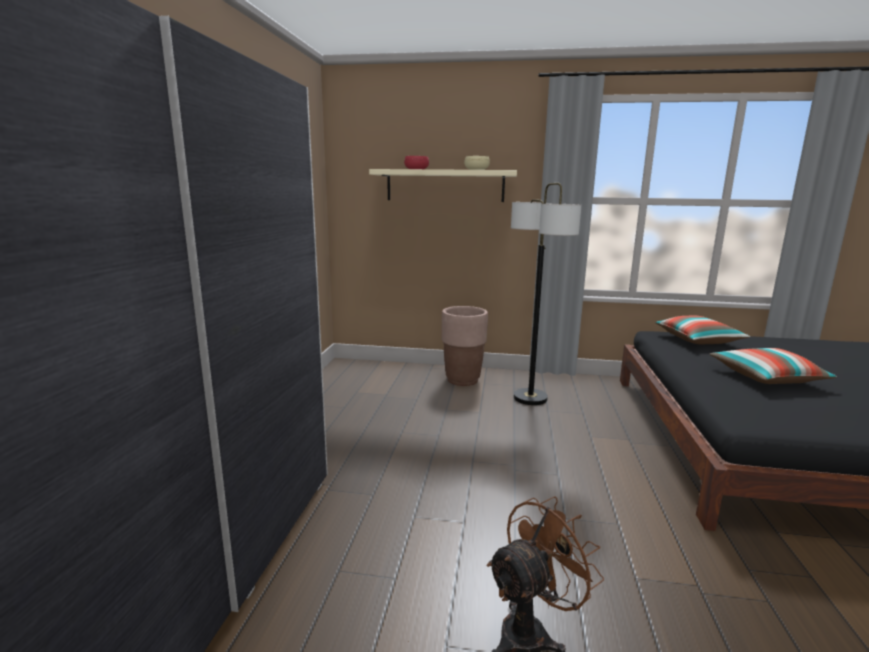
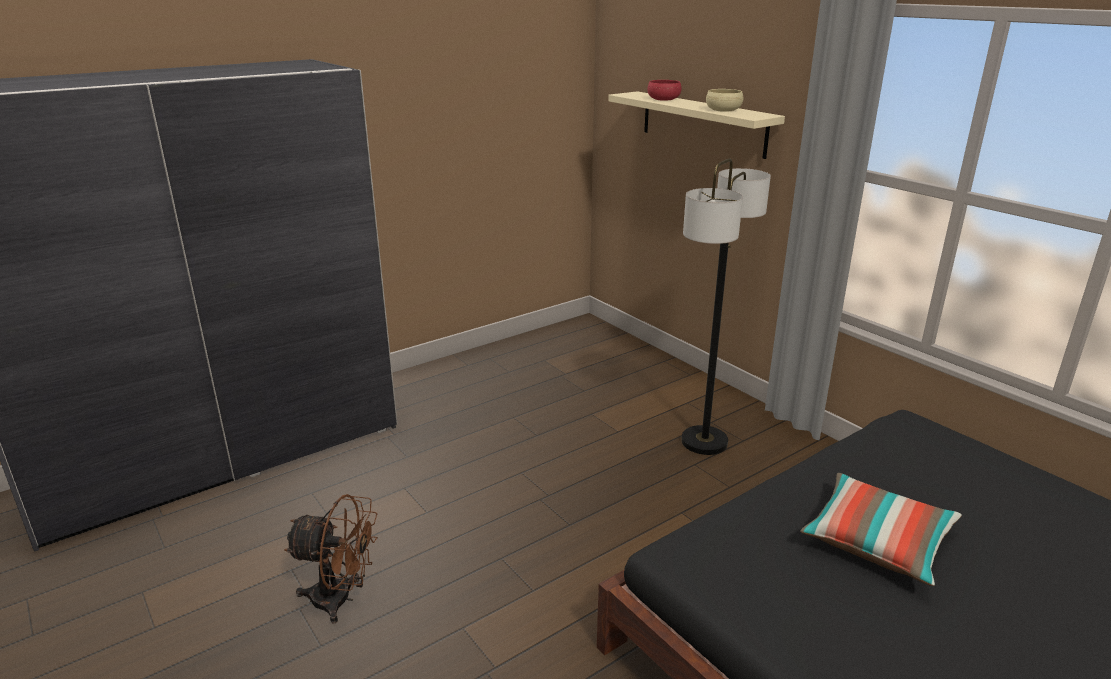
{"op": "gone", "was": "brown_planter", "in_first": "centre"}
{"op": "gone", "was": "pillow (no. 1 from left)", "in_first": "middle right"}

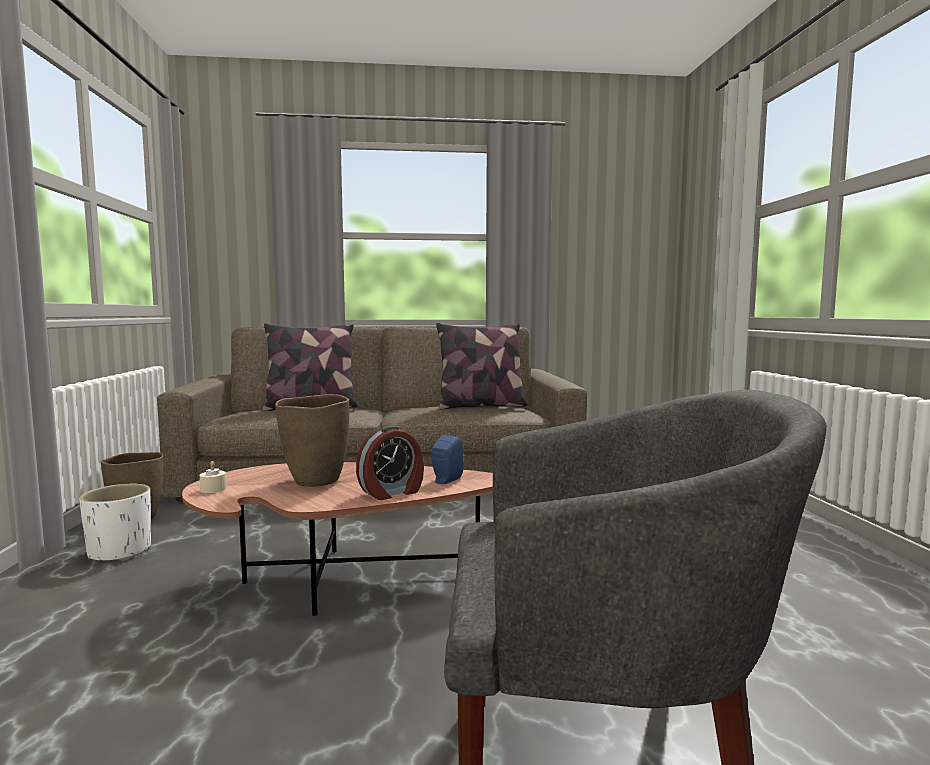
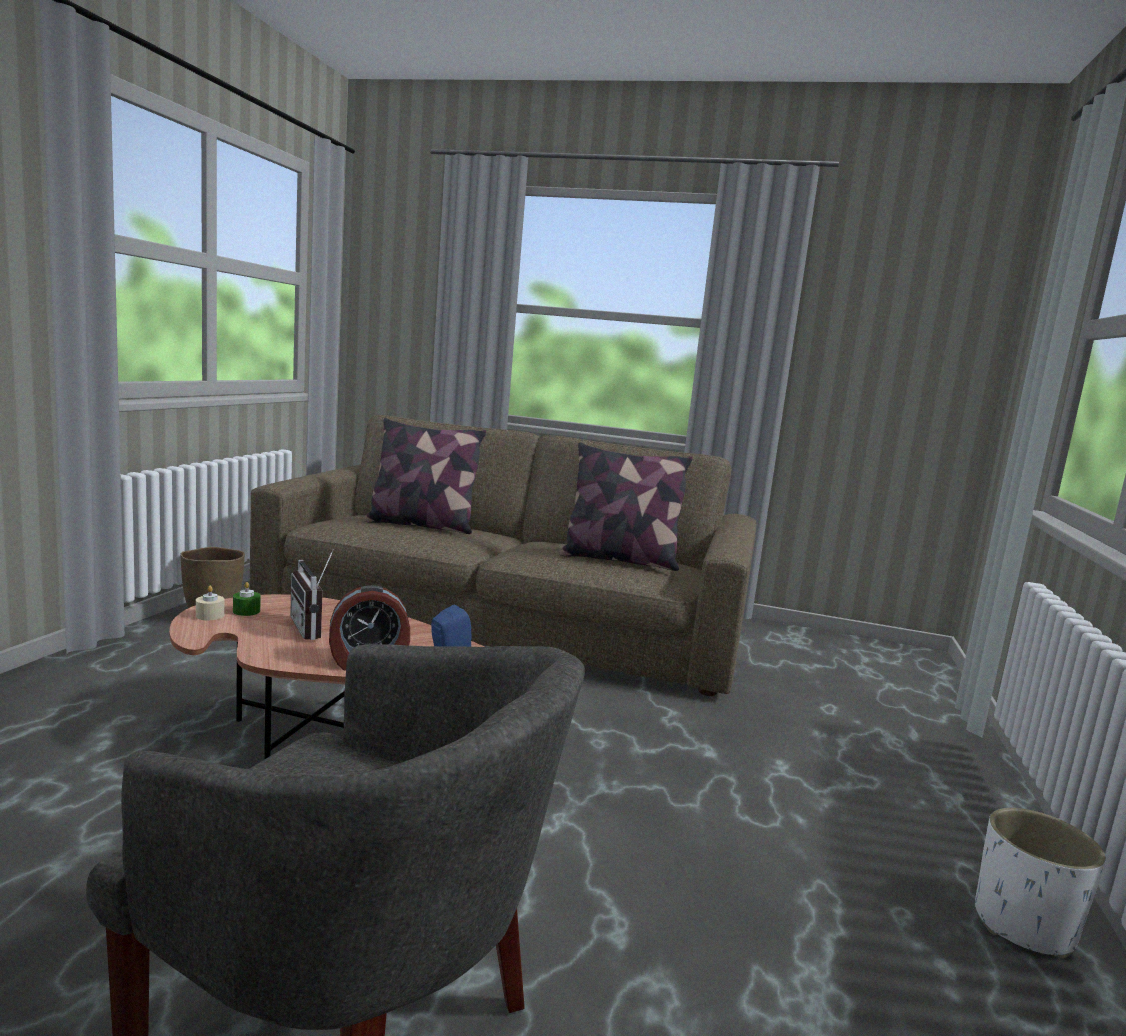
{"op": "shifted", "was": "white_planter", "in_first": "bottom left", "in_second": "bottom right"}
{"op": "swapped", "was": "brown_vase (no. 2 from left)", "now": "radio", "in_first": "centre", "in_second": "middle left"}
{"op": "new", "now": "green_candle", "in_second": "middle left"}

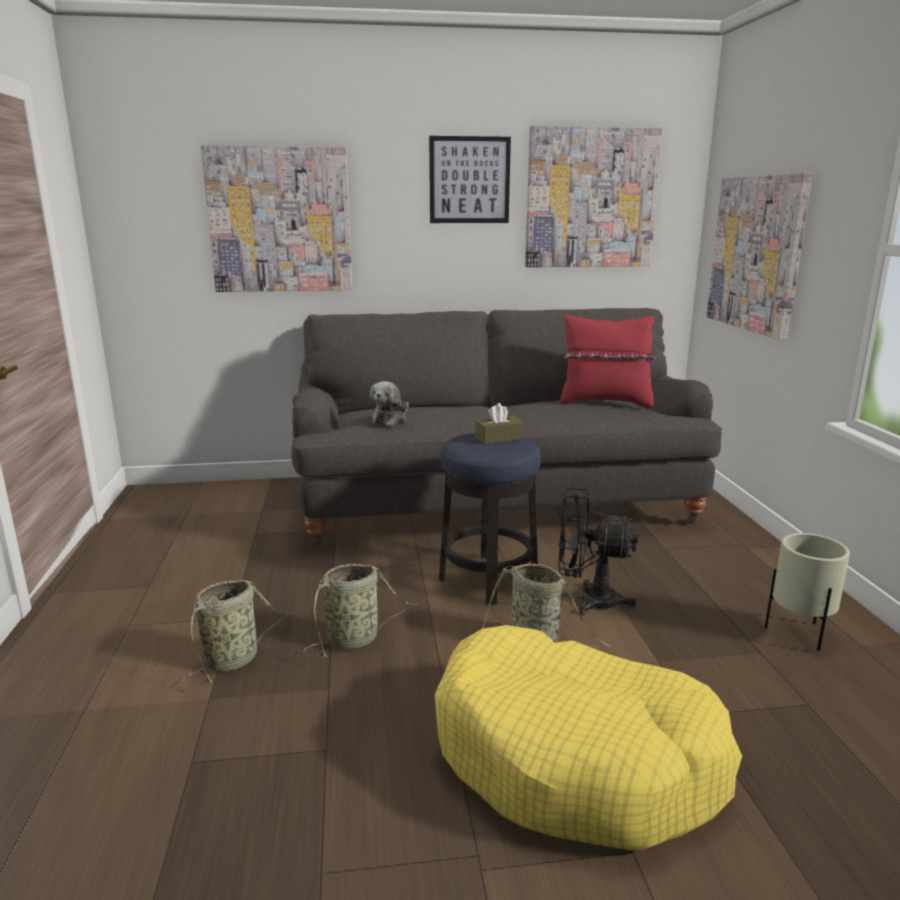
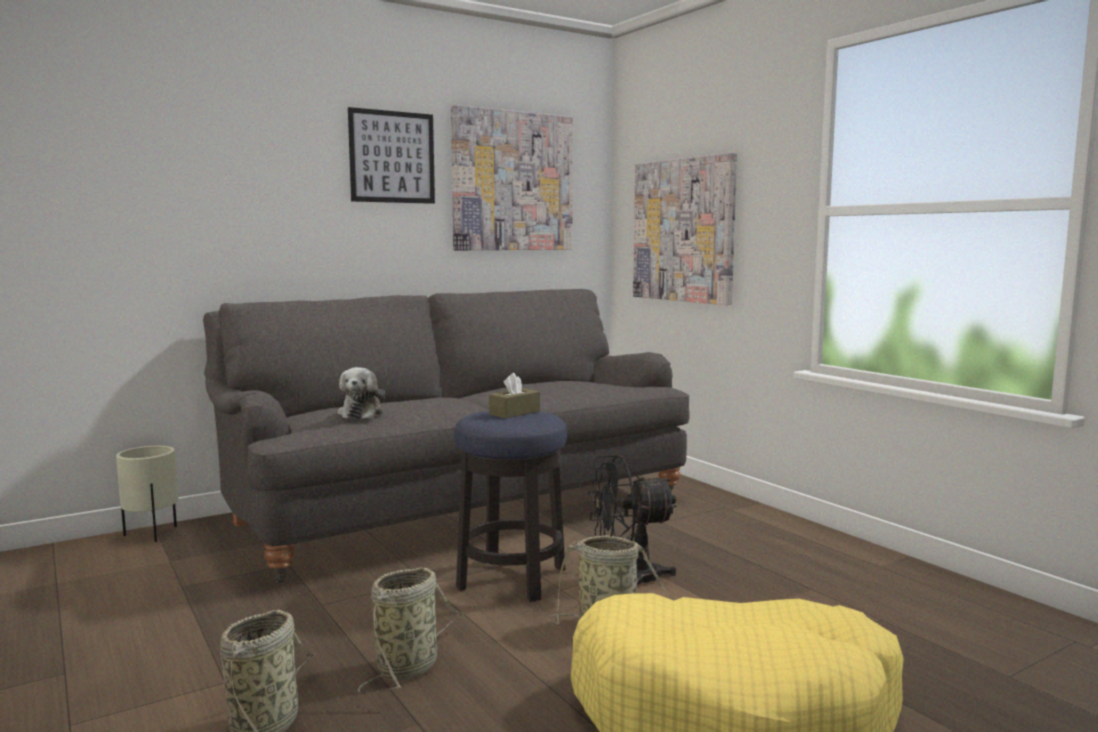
{"op": "gone", "was": "picture (no. 1 from left)", "in_first": "top left"}
{"op": "gone", "was": "red_pillow", "in_first": "middle right"}
{"op": "shifted", "was": "beige_planter", "in_first": "middle right", "in_second": "bottom left"}

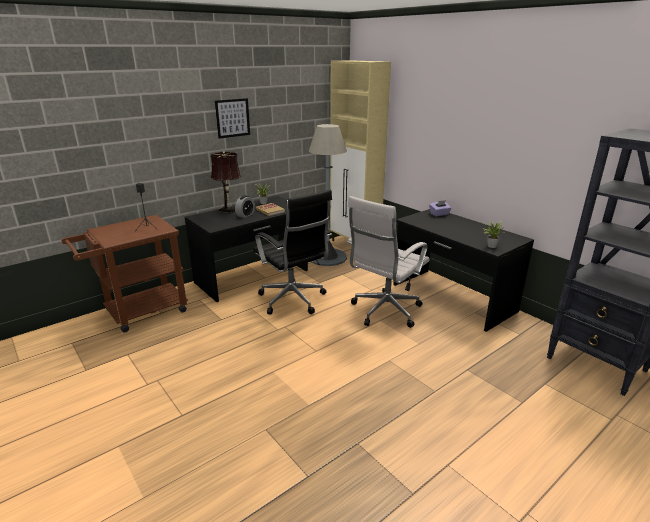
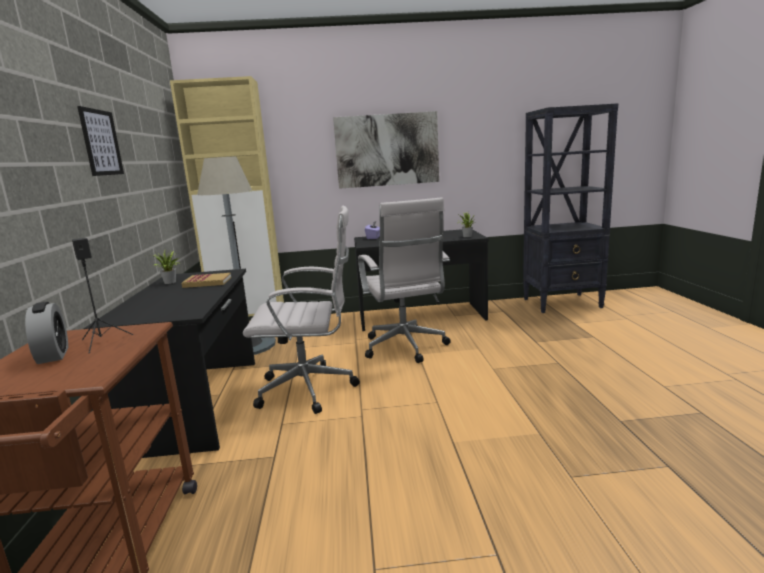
{"op": "gone", "was": "brown_table_lamp", "in_first": "centre"}
{"op": "shifted", "was": "alarm_clock", "in_first": "centre", "in_second": "middle left"}
{"op": "repainted", "was": "black_office_chair", "now": "white_office_chair (no. 1 from left)", "in_first": "centre", "in_second": "centre"}
{"op": "new", "now": "picture (no. 2 from left)", "in_second": "top centre"}

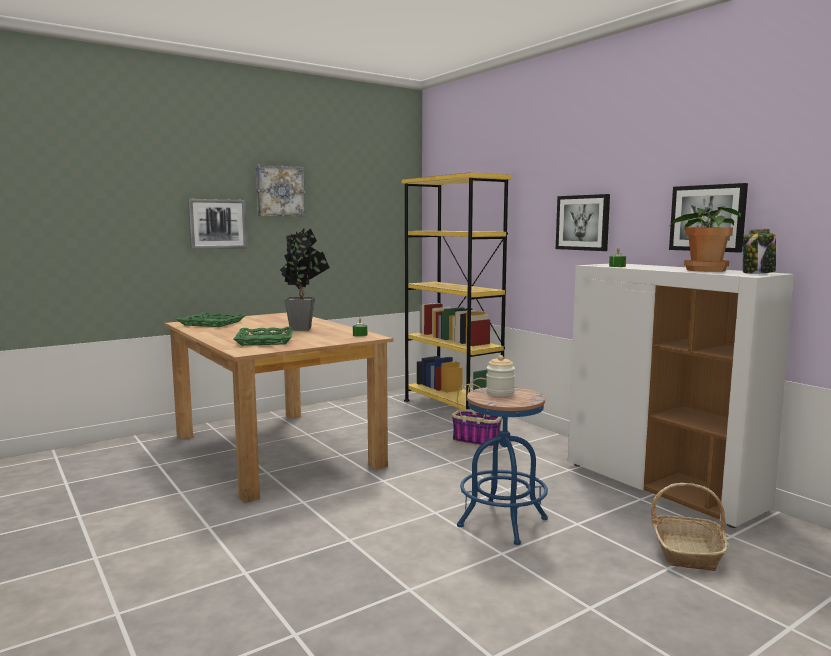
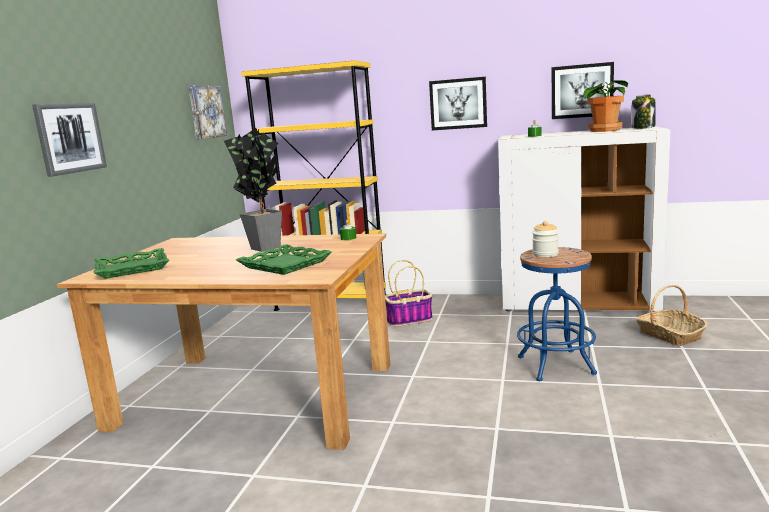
{"op": "shifted", "was": "picture (no. 2 from left)", "in_first": "top centre", "in_second": "top left"}

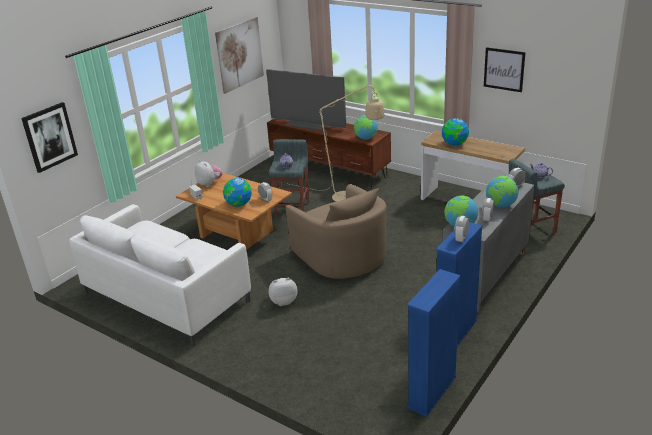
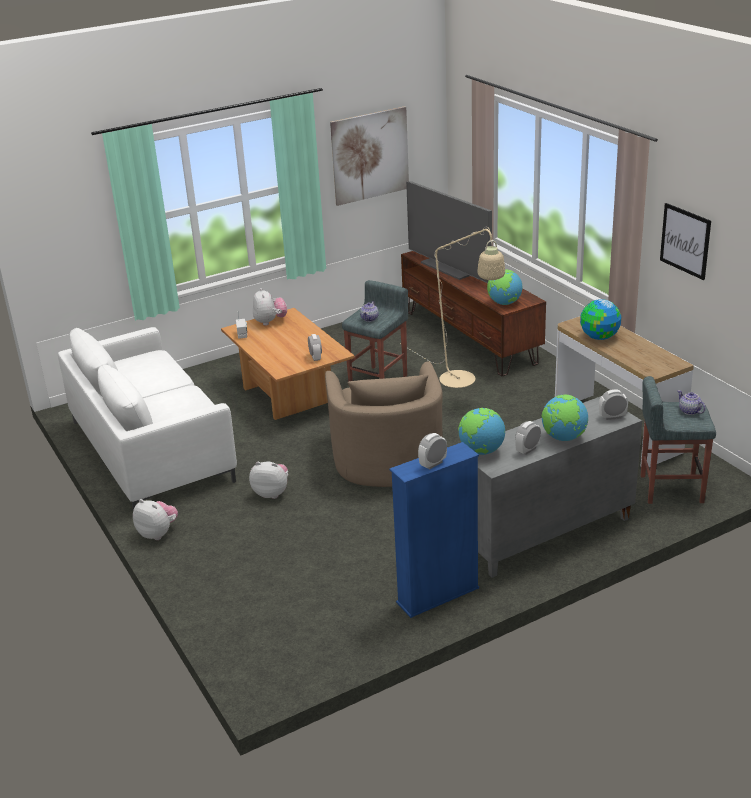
{"op": "gone", "was": "picture (no. 1 from left)", "in_first": "top left"}
{"op": "gone", "was": "globe (no. 1 from left)", "in_first": "centre"}
{"op": "gone", "was": "blue_bookcase (no. 1 from left)", "in_first": "bottom centre"}
{"op": "new", "now": "plush_toy (no. 1 from left)", "in_second": "middle left"}

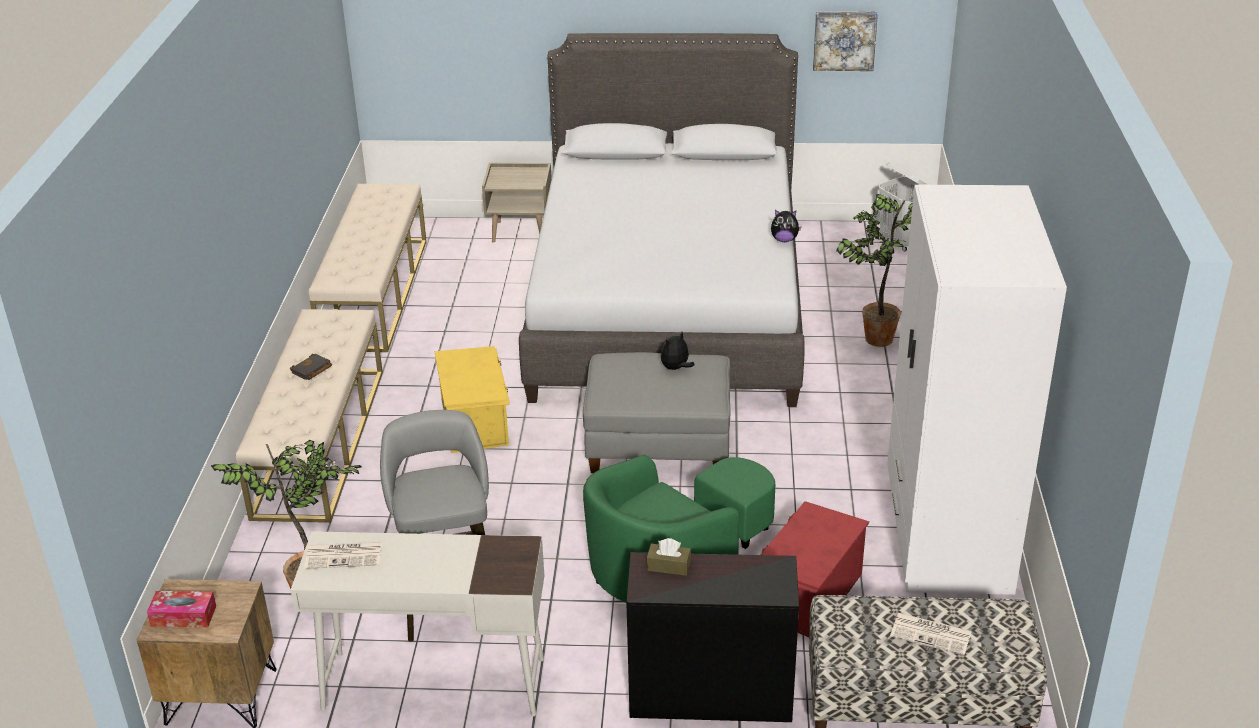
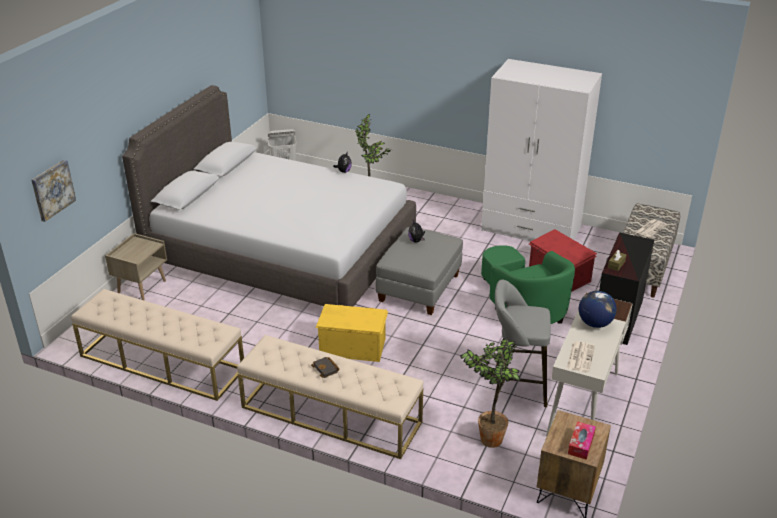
{"op": "shifted", "was": "picture", "in_first": "top right", "in_second": "middle left"}
{"op": "new", "now": "globe", "in_second": "middle right"}

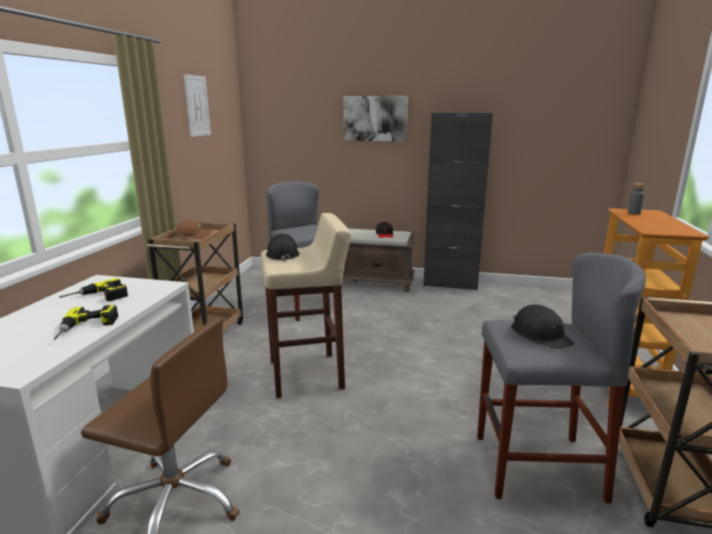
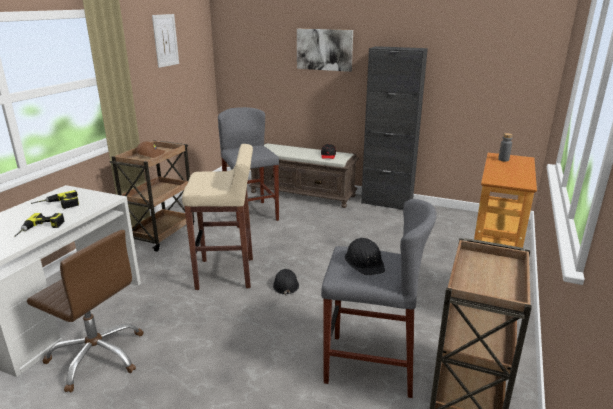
{"op": "shifted", "was": "black_hard_hat (no. 1 from left)", "in_first": "centre", "in_second": "bottom centre"}

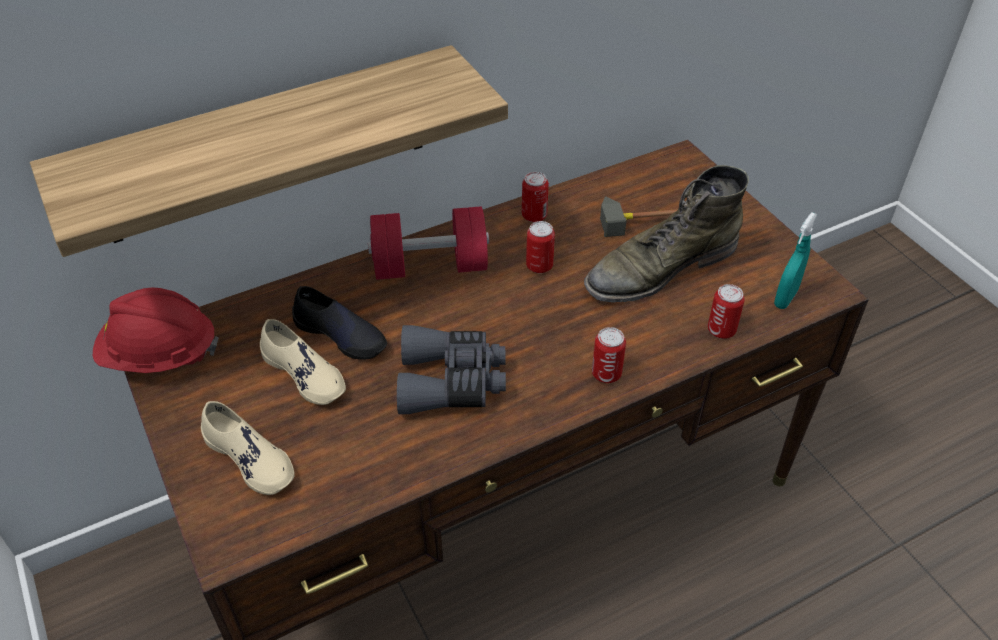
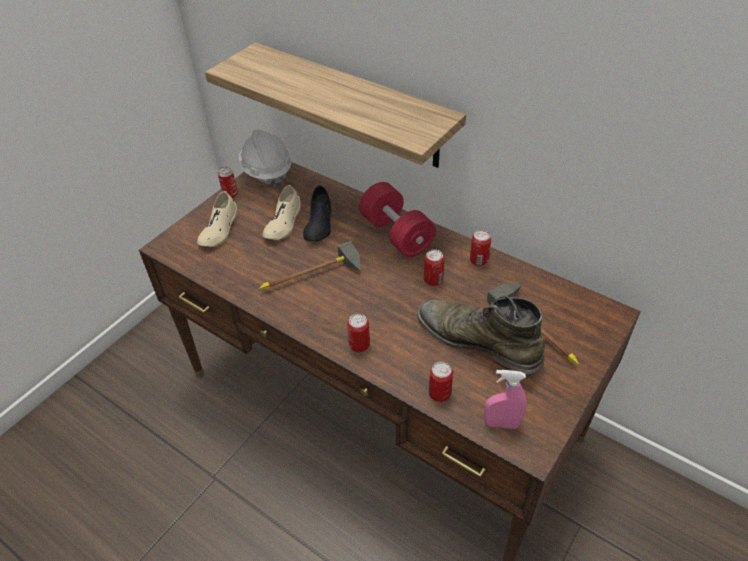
{"op": "repainted", "was": "red_hard_hat", "now": "white_hard_hat", "in_first": "middle left", "in_second": "top centre"}
{"op": "swapped", "was": "grey_binoculars", "now": "hammer (no. 1 from left)", "in_first": "centre", "in_second": "centre"}
{"op": "repainted", "was": "turquoise_spray_bottle", "now": "pink_spray_bottle", "in_first": "middle right", "in_second": "bottom right"}
{"op": "new", "now": "can (no. 1 from left)", "in_second": "top left"}

